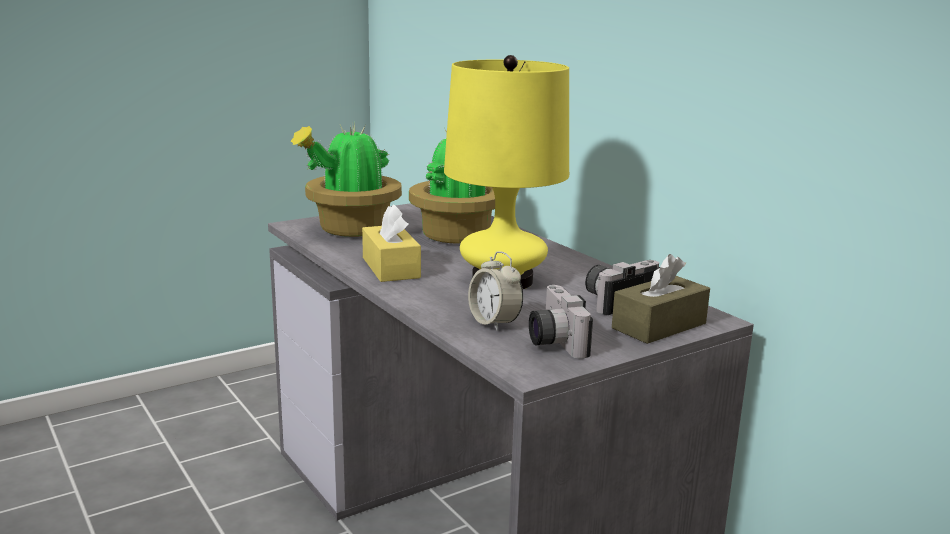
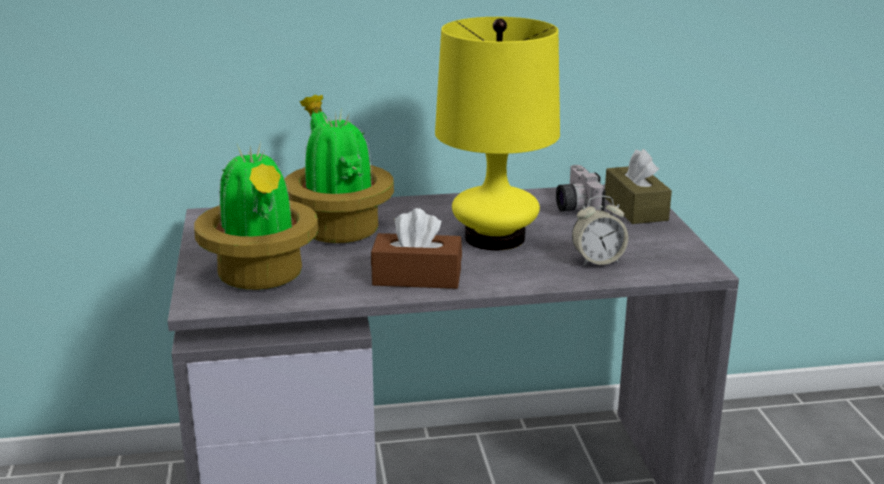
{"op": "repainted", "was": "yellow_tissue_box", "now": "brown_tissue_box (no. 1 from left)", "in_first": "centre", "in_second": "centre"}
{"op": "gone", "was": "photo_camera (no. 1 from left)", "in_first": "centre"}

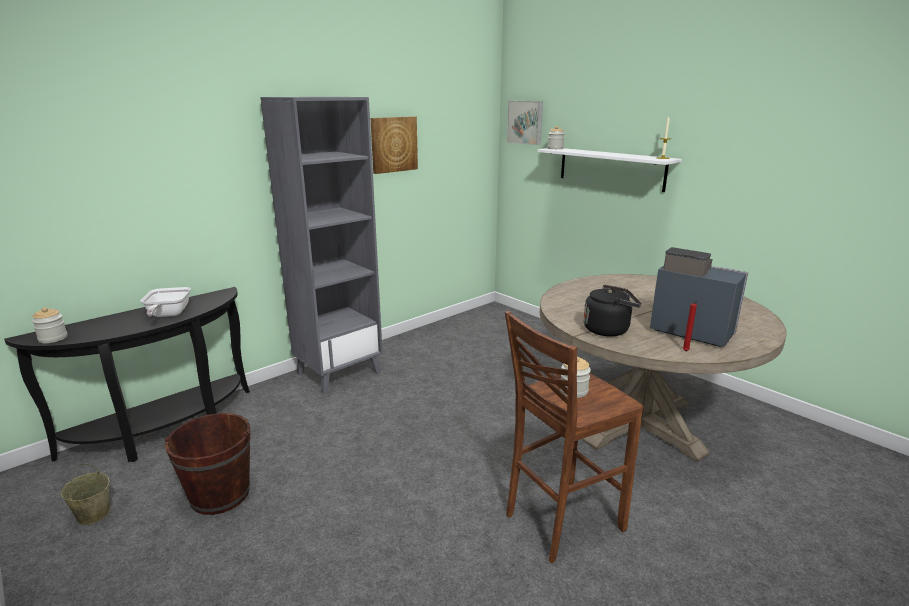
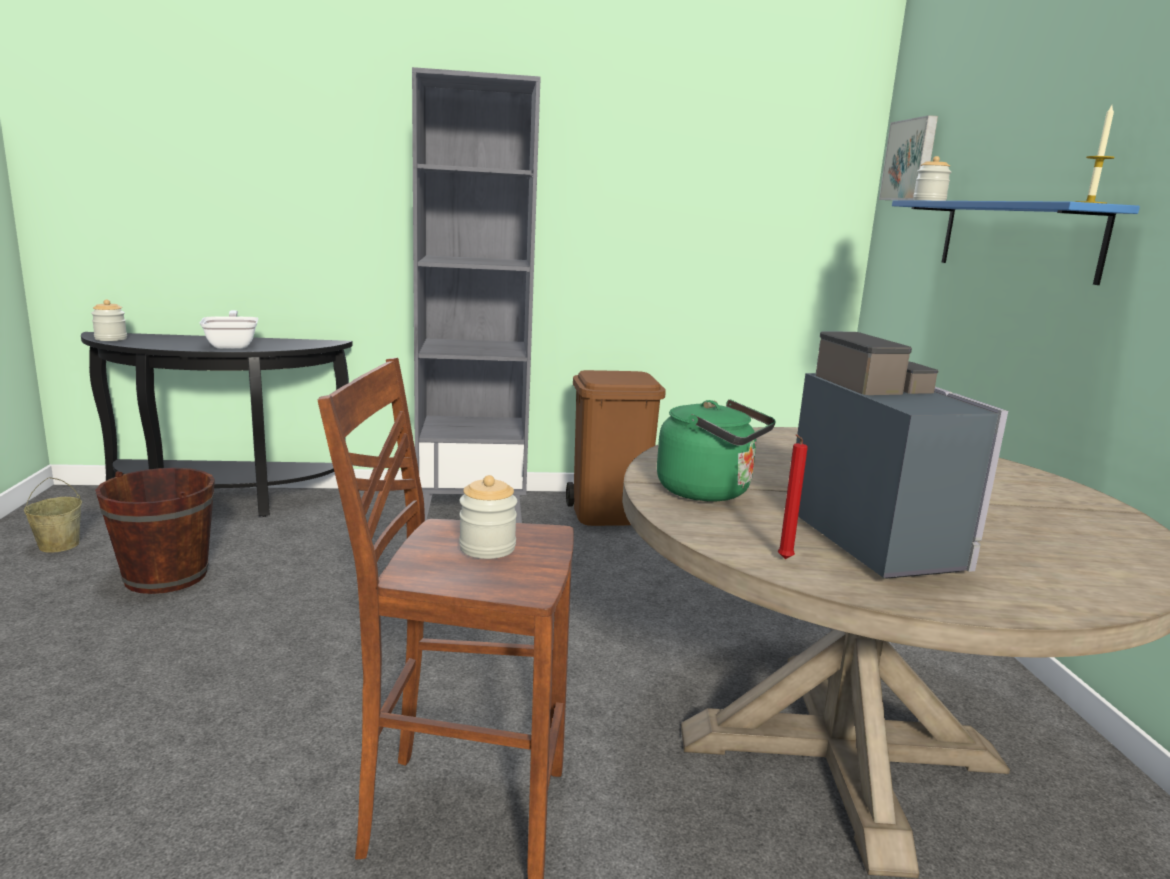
{"op": "rotated", "was": "frying_pan", "in_first": "middle left", "in_second": "middle left", "clockwise": 135}
{"op": "gone", "was": "picture (no. 1 from left)", "in_first": "top centre"}
{"op": "repainted", "was": "white_shelf", "now": "blue_shelf", "in_first": "top right", "in_second": "top right"}
{"op": "repainted", "was": "black_kettle", "now": "green_kettle", "in_first": "middle right", "in_second": "centre"}
{"op": "new", "now": "brown_trash_can", "in_second": "centre"}

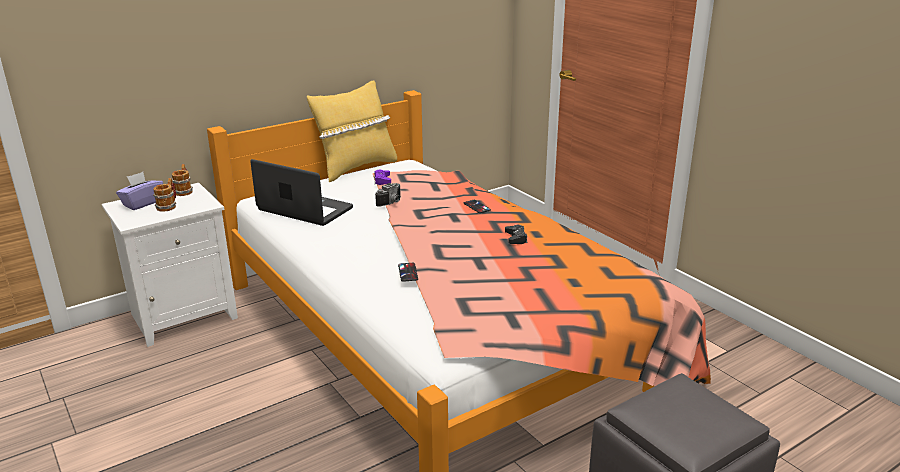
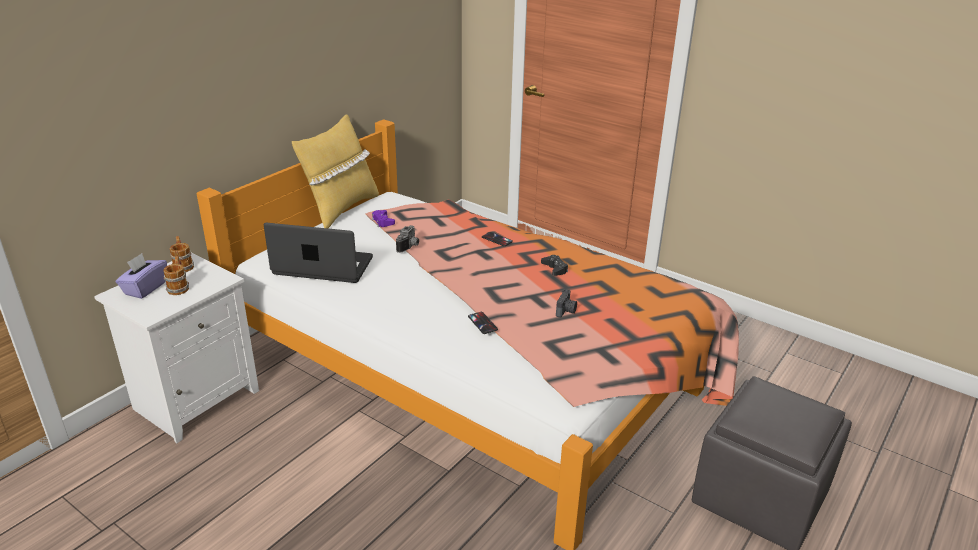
{"op": "new", "now": "photo_camera (no. 2 from left)", "in_second": "centre"}

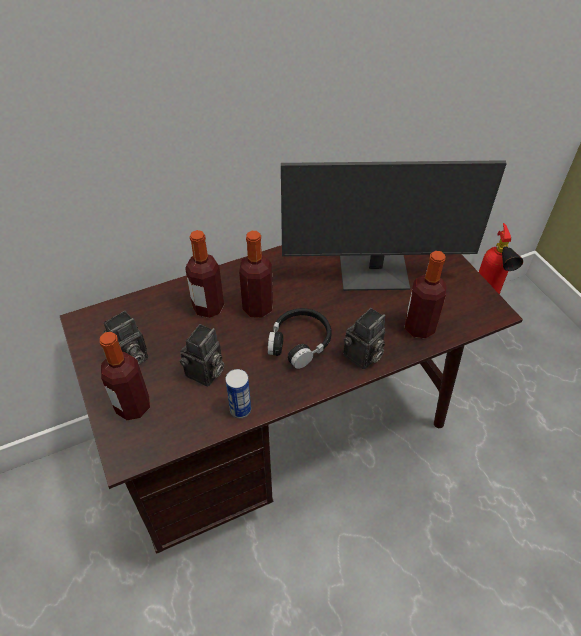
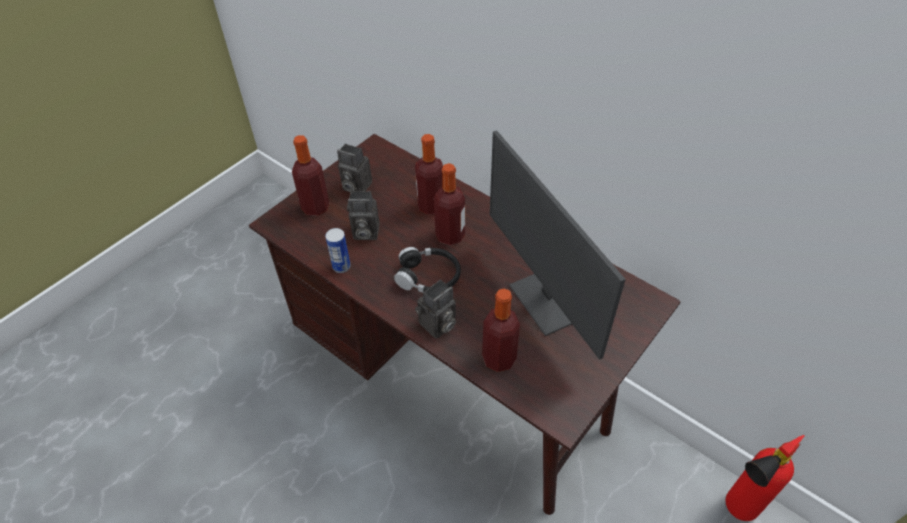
{"op": "rotated", "was": "photo_camera (no. 3 from left)", "in_first": "centre", "in_second": "centre", "clockwise": -60}

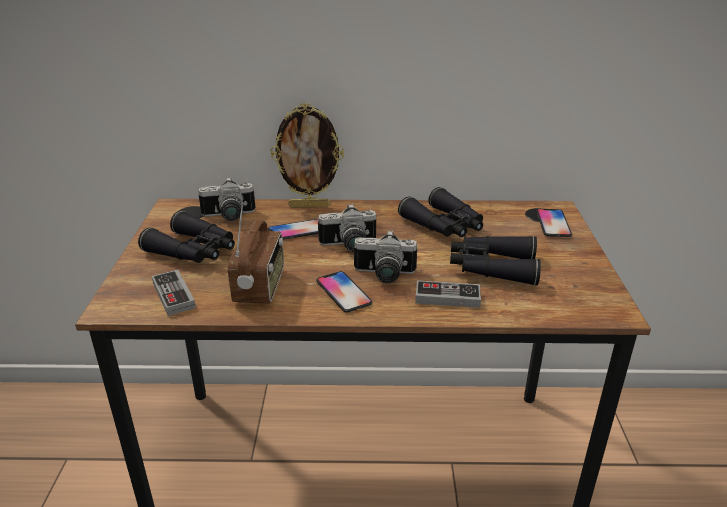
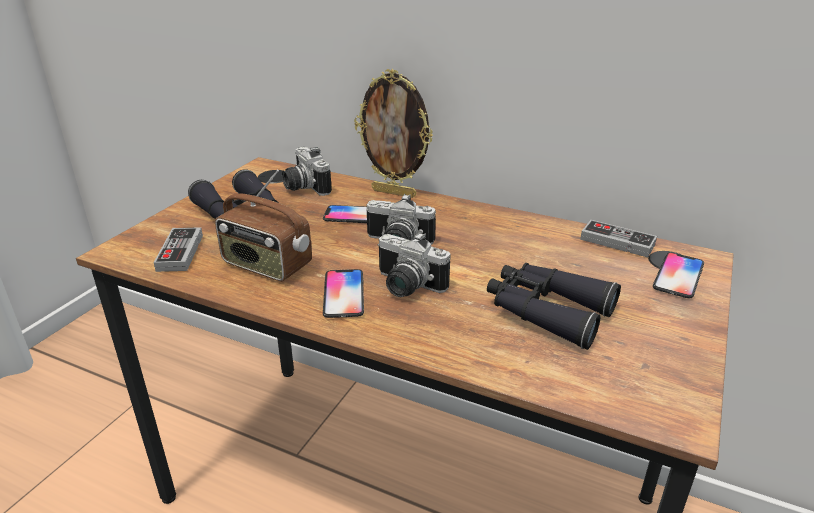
{"op": "rotated", "was": "photo_camera (no. 1 from left)", "in_first": "middle left", "in_second": "centre", "clockwise": 45}
{"op": "rotated", "was": "radio", "in_first": "centre", "in_second": "middle left", "clockwise": 90}
{"op": "gone", "was": "black_binoculars (no. 2 from left)", "in_first": "centre"}
{"op": "shifted", "was": "game_controller (no. 2 from left)", "in_first": "centre", "in_second": "middle right"}

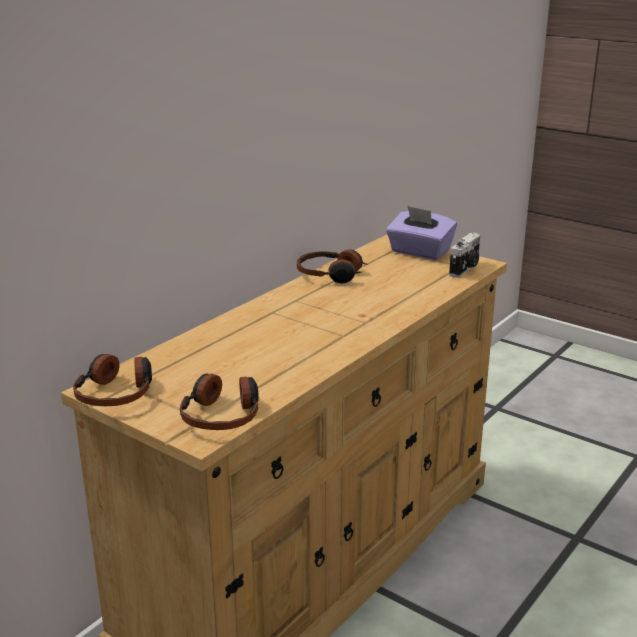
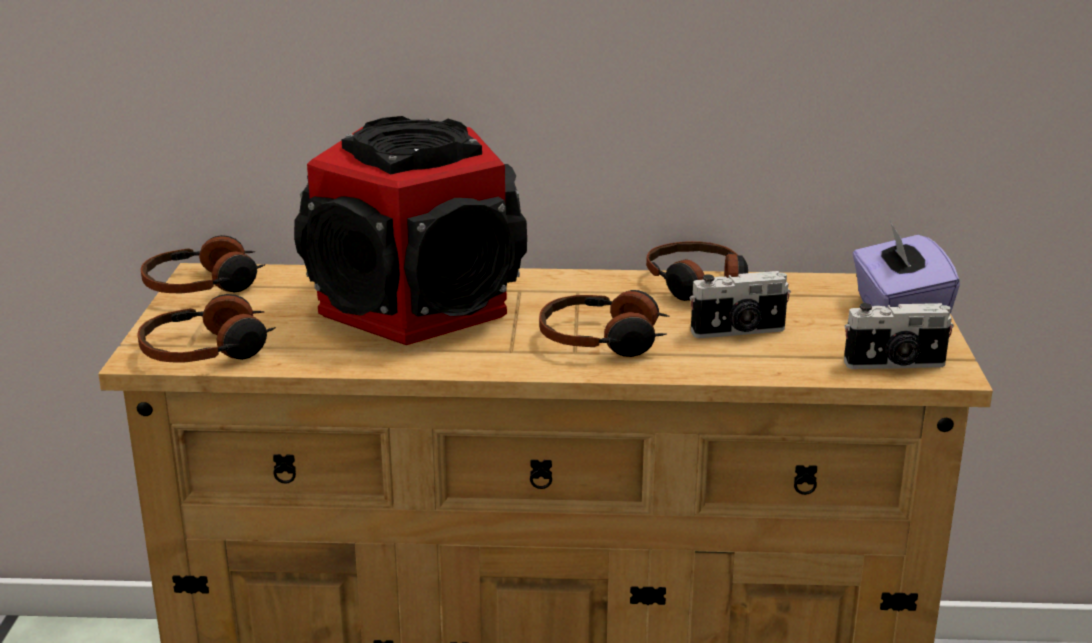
{"op": "new", "now": "speaker", "in_second": "centre"}
{"op": "new", "now": "headphones (no. 3 from left)", "in_second": "centre"}
{"op": "new", "now": "photo_camera (no. 1 from left)", "in_second": "middle right"}

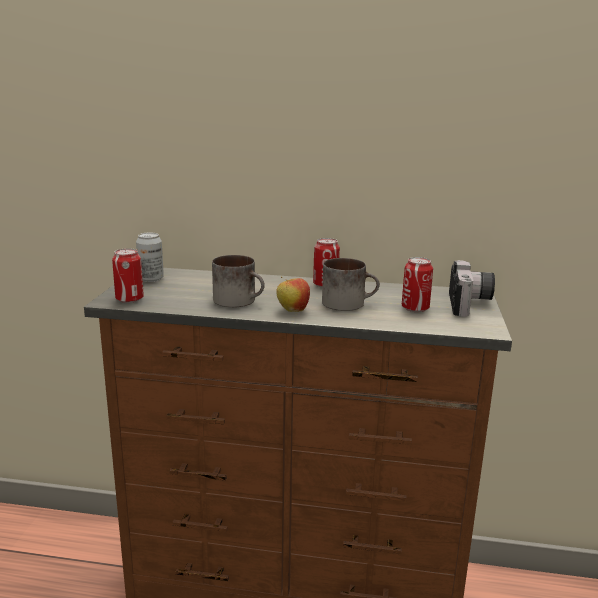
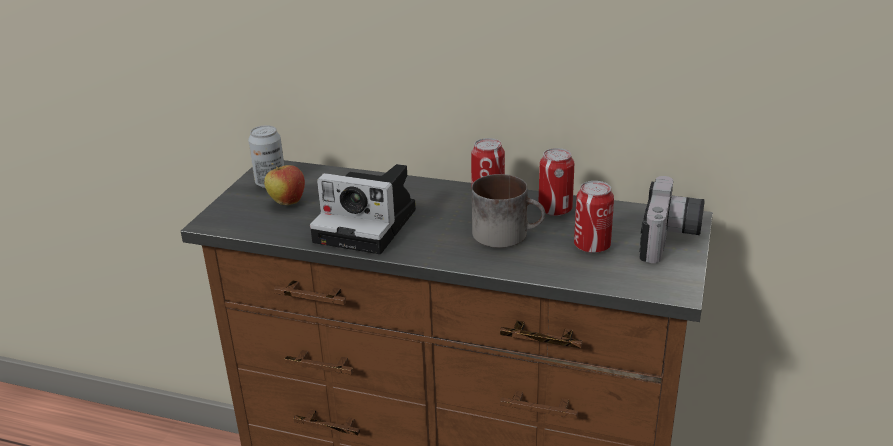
{"op": "shifted", "was": "can (no. 1 from left in the first image)", "now": "can (no. 3 from left)", "in_first": "middle left", "in_second": "centre"}
{"op": "swapped", "was": "mug (no. 1 from left)", "now": "photo_camera (no. 1 from left)", "in_first": "centre", "in_second": "centre"}
{"op": "shifted", "was": "apple", "in_first": "centre", "in_second": "middle left"}

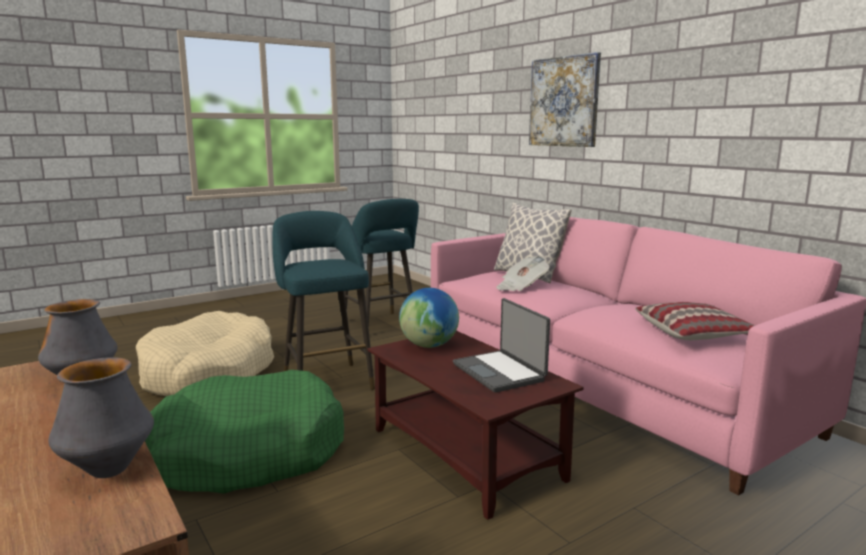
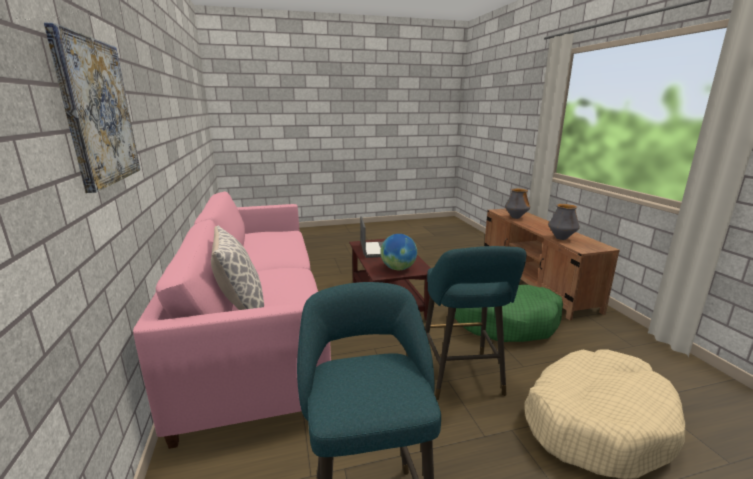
{"op": "gone", "was": "newspaper", "in_first": "centre"}
{"op": "gone", "was": "pillow (no. 2 from left)", "in_first": "middle right"}

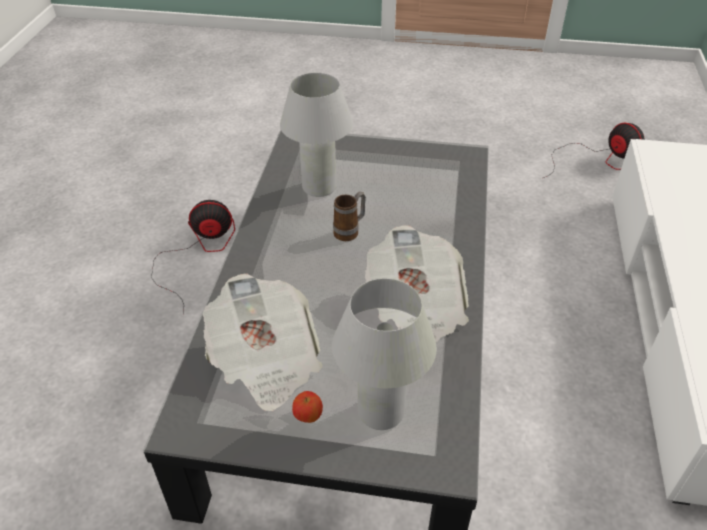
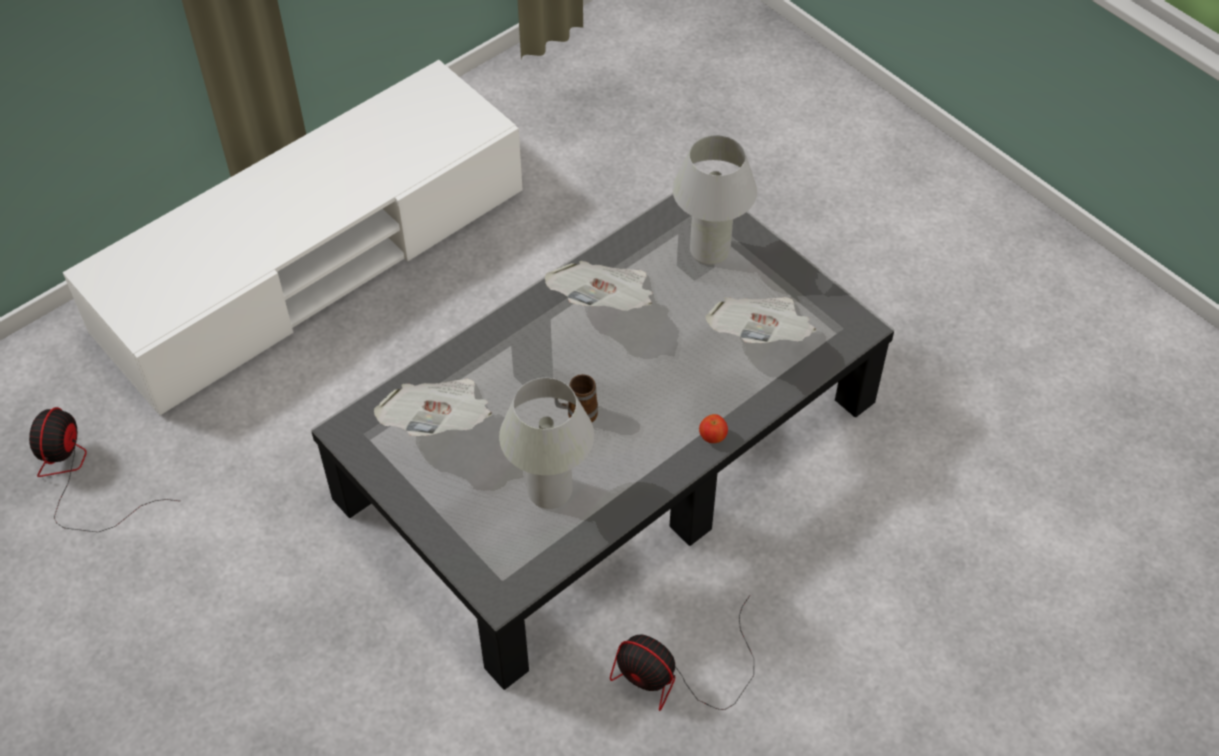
{"op": "shifted", "was": "apple", "in_first": "bottom centre", "in_second": "centre"}
{"op": "new", "now": "newspaper (no. 1 from left)", "in_second": "centre"}

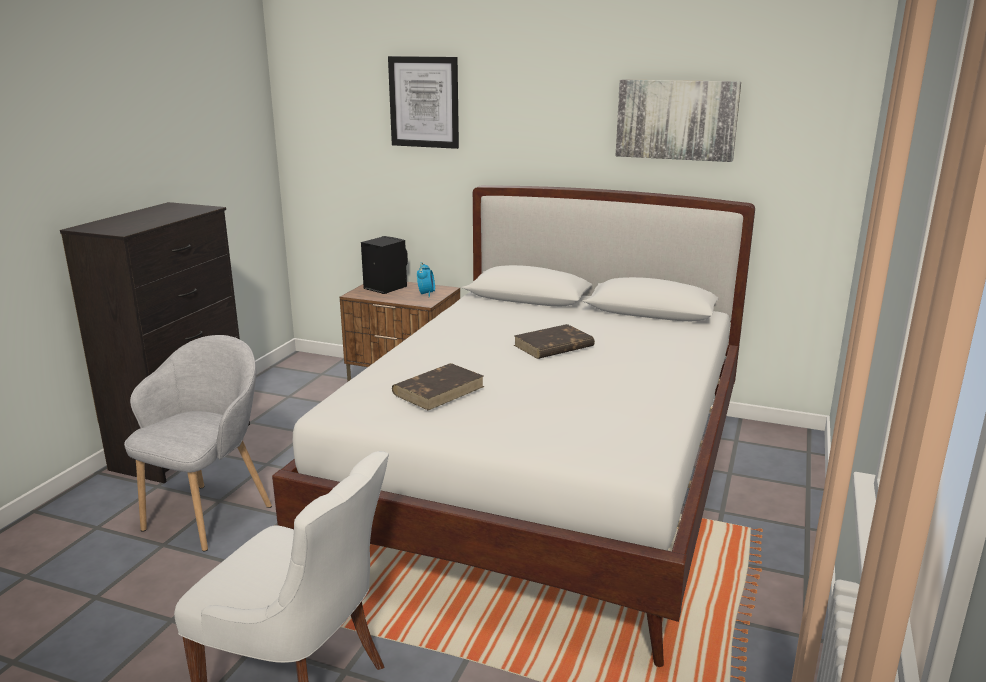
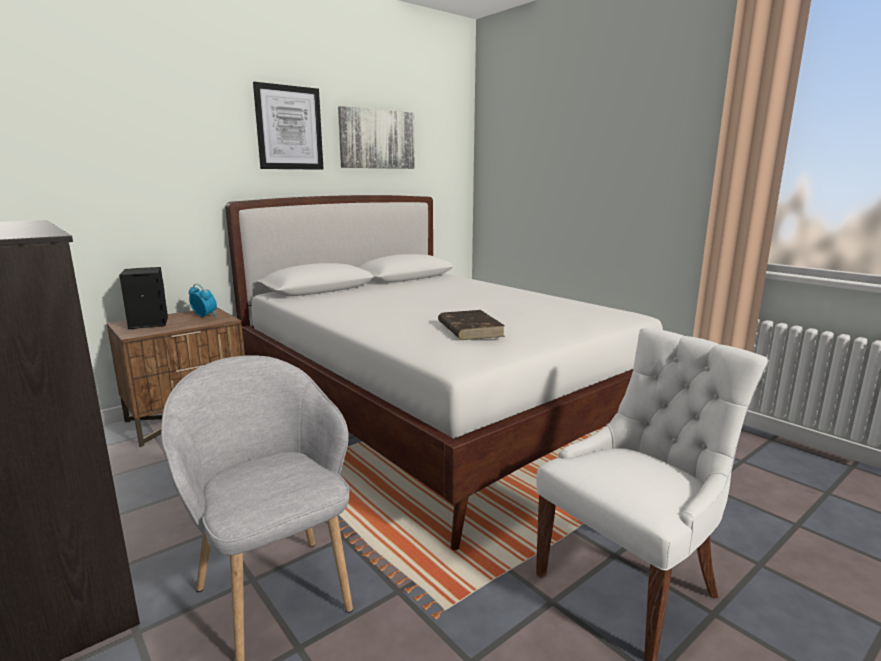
{"op": "shifted", "was": "picture (no. 1 from left)", "in_first": "top centre", "in_second": "top left"}
{"op": "gone", "was": "brown_book (no. 2 from left)", "in_first": "centre"}

